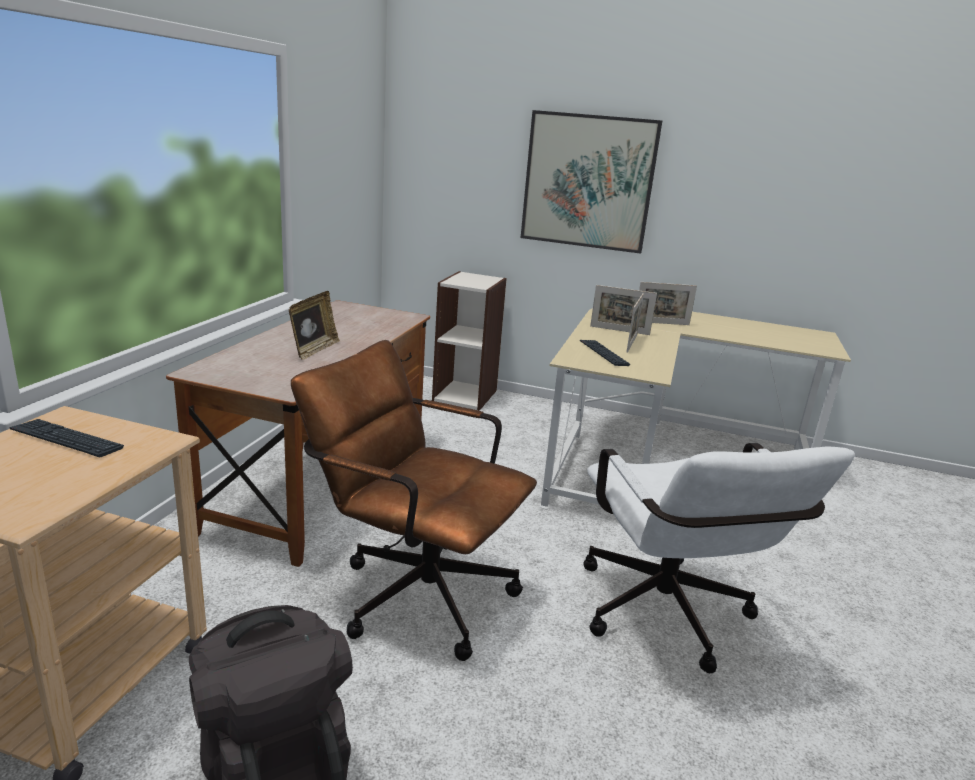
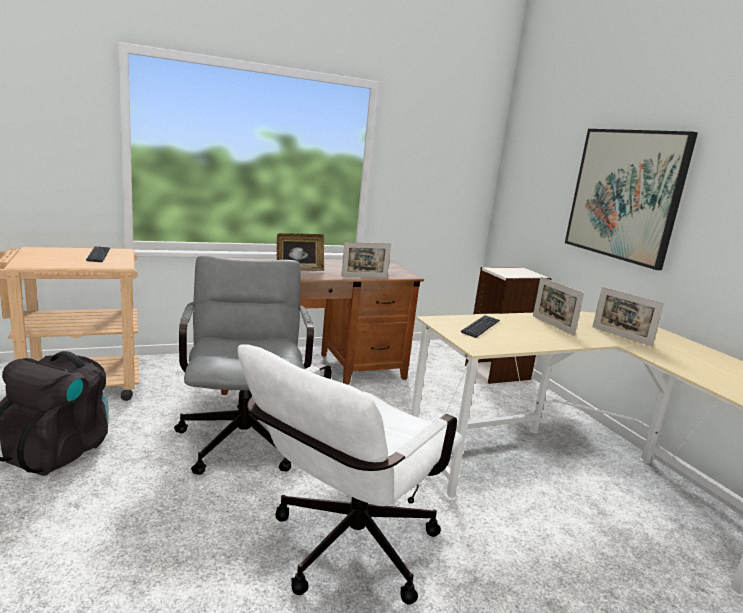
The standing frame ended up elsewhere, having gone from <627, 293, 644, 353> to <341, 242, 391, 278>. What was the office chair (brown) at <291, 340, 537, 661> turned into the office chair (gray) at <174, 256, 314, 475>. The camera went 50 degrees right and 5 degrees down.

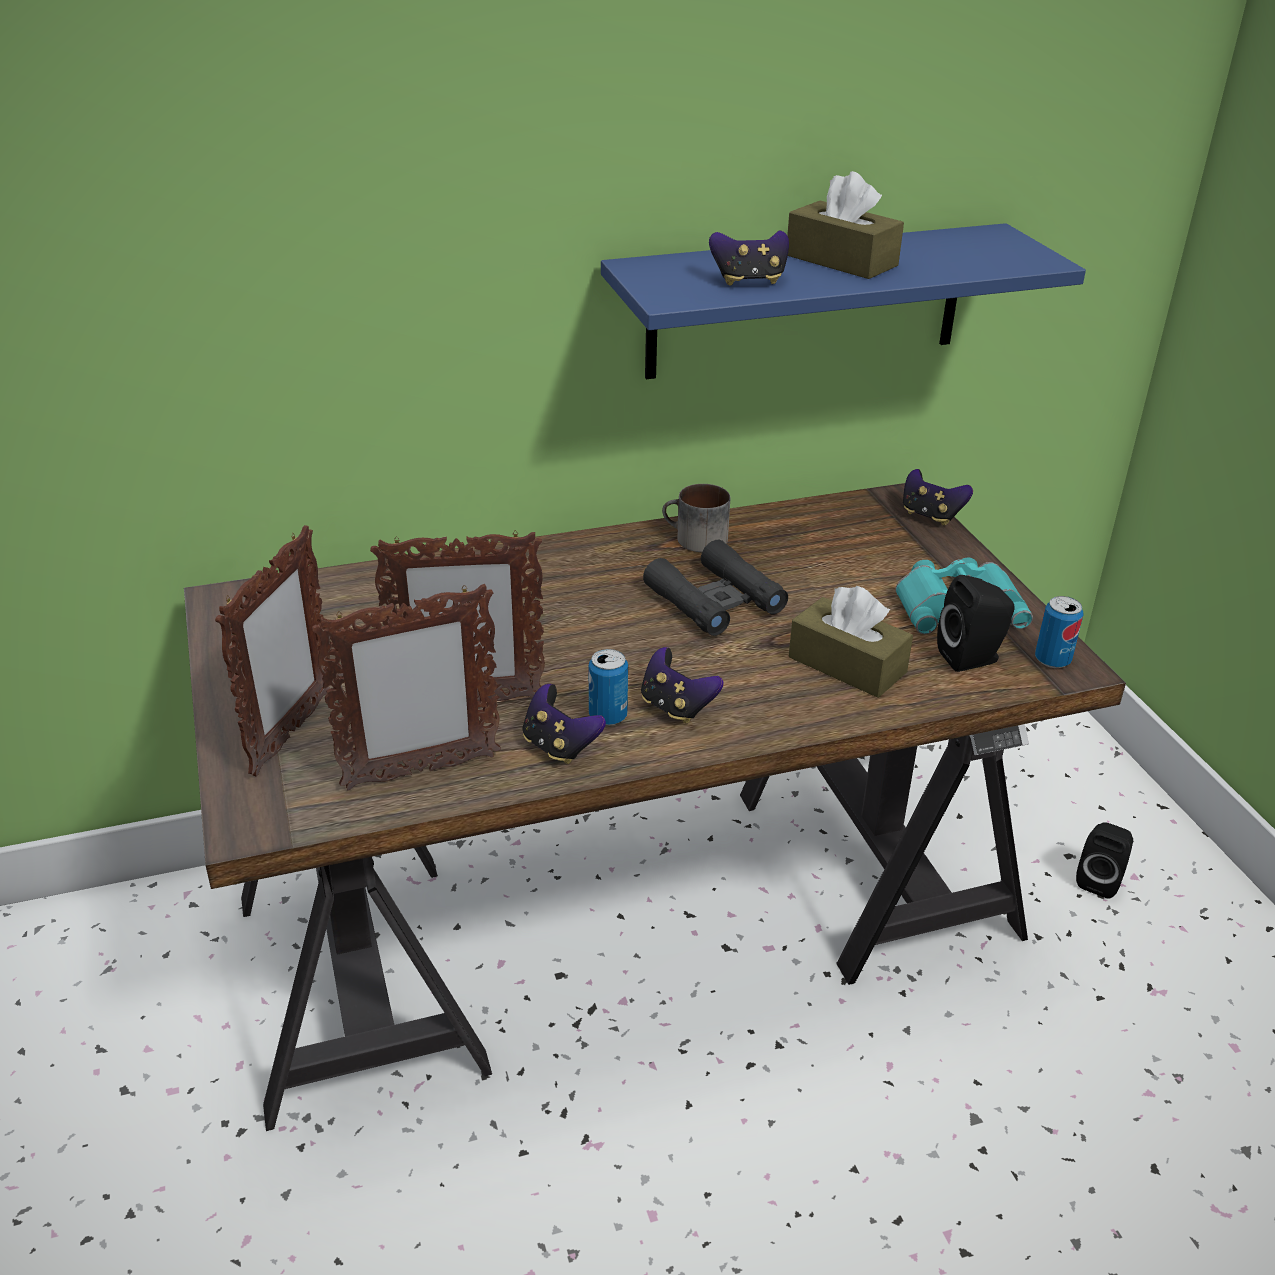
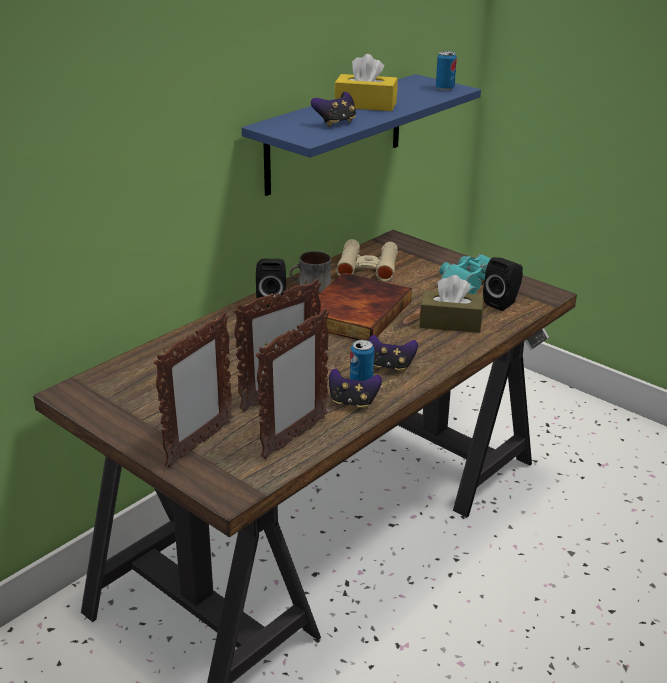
The second view lost the game controller at <903, 469, 973, 525>. The second view gained the pair of binoculars (beige) at <336, 239, 398, 282>. The can ended up elsewhere, having gone from <1035, 596, 1083, 668> to <436, 51, 457, 90>. The loudspeaker (black) ended up elsewhere, having gone from <1076, 822, 1133, 898> to <256, 259, 286, 309>. Where the pair of binoculars (black) stood at <643, 540, 788, 636>, the volume came to stand at <311, 273, 412, 341>. What was the box of tissues (brown) at <787, 171, 904, 279> turned into the box of tissues (yellow-coloured) at <334, 54, 398, 111>. The standing frame at <215, 525, 331, 777> ended up facing another way, 45 degrees clockwise from before. The camera went 30 degrees left and 5 degrees down.

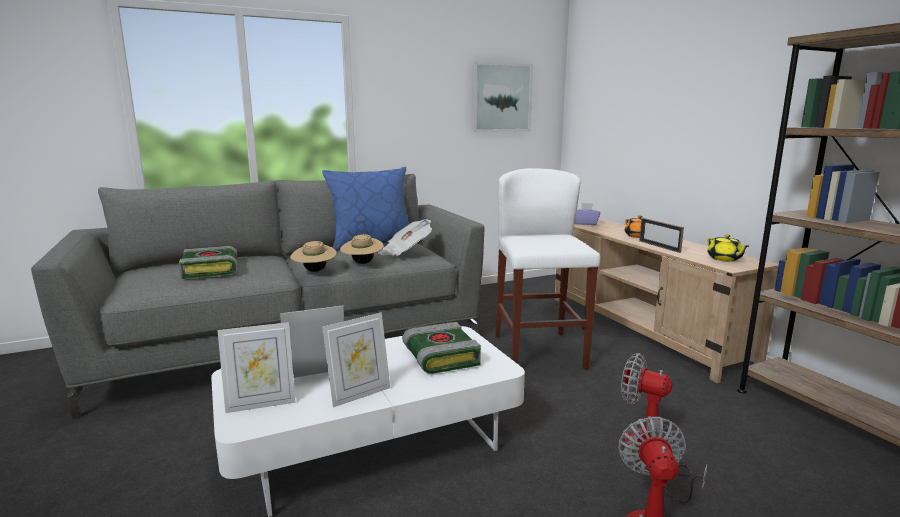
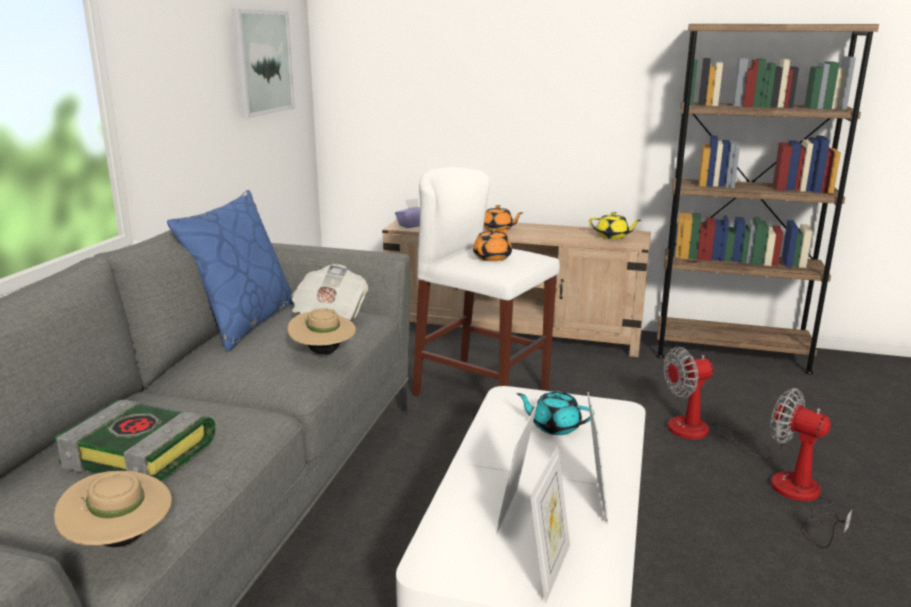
The second view lost the standing frame at <639, 218, 684, 253>. The second view gained the tea pot (orange) at <473, 228, 512, 261>. The hat (beige) ended up elsewhere, having gone from <290, 241, 337, 272> to <54, 471, 172, 547>. Where the volume stood at <402, 322, 481, 374>, the tea pot (blue-green) came to stand at <517, 391, 595, 435>. The camera went 50 degrees left and 5 degrees up.

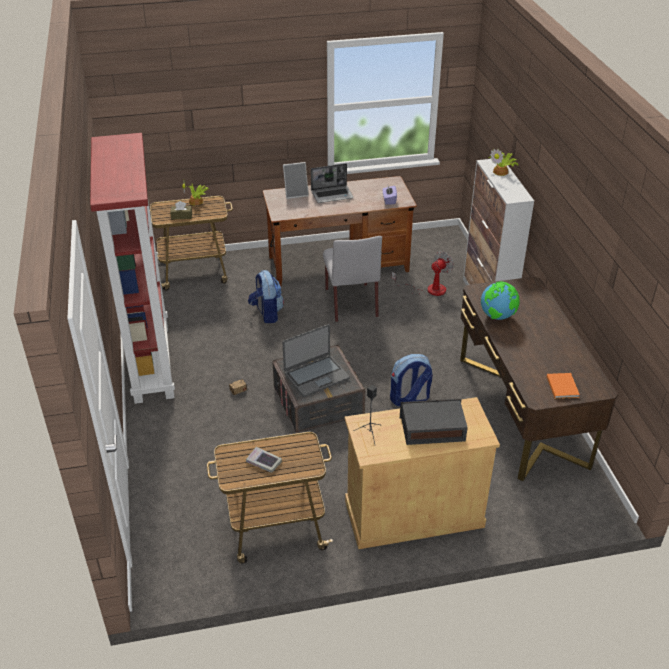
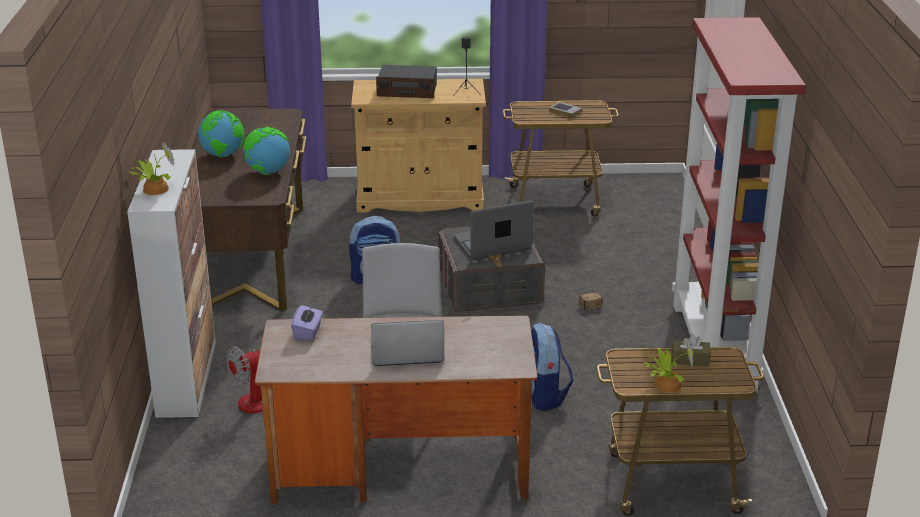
The second view lost the standing frame at <283, 162, 309, 199>. The second view lost the volume (orange) at <547, 373, 580, 399>. The second view gained the world globe at <198, 110, 244, 157>. The camera went 170 degrees left and 10 degrees down.

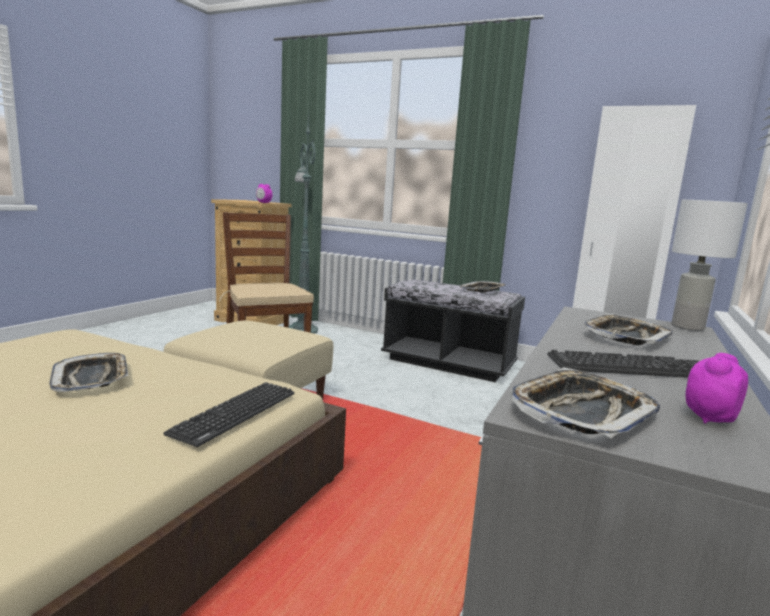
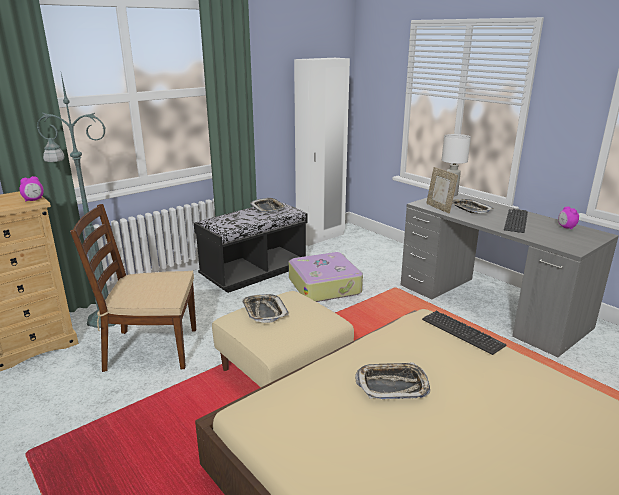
The second view gained the suitcase at <289, 252, 363, 302>. The second view gained the standing frame at <426, 167, 458, 214>. The tray ended up elsewhere, having gone from <511, 367, 660, 438> to <242, 294, 289, 323>. The camera went 65 degrees left and 10 degrees up.

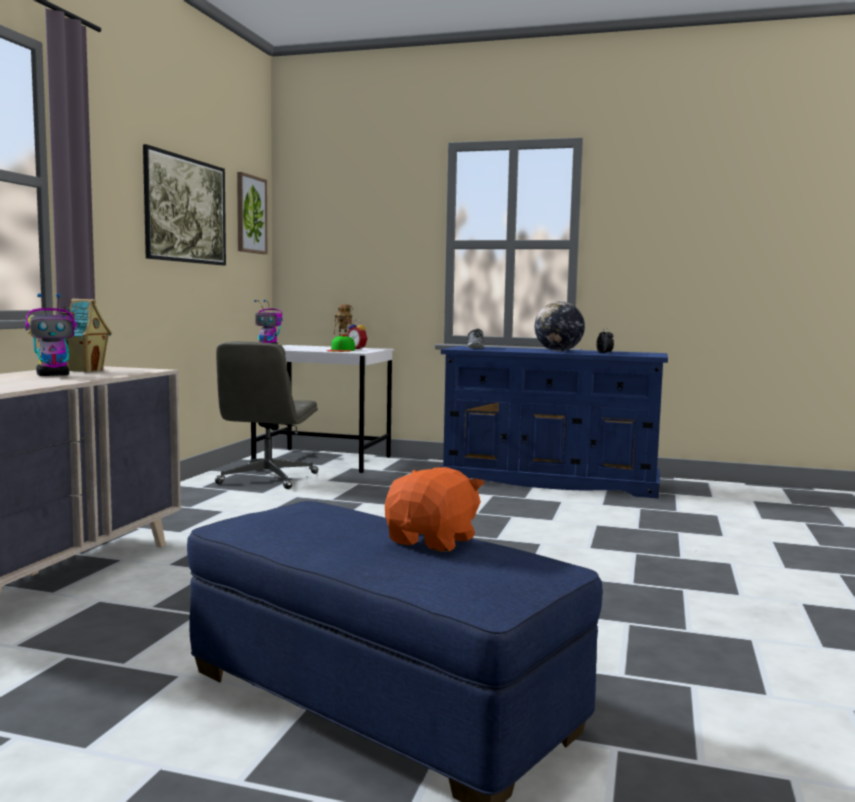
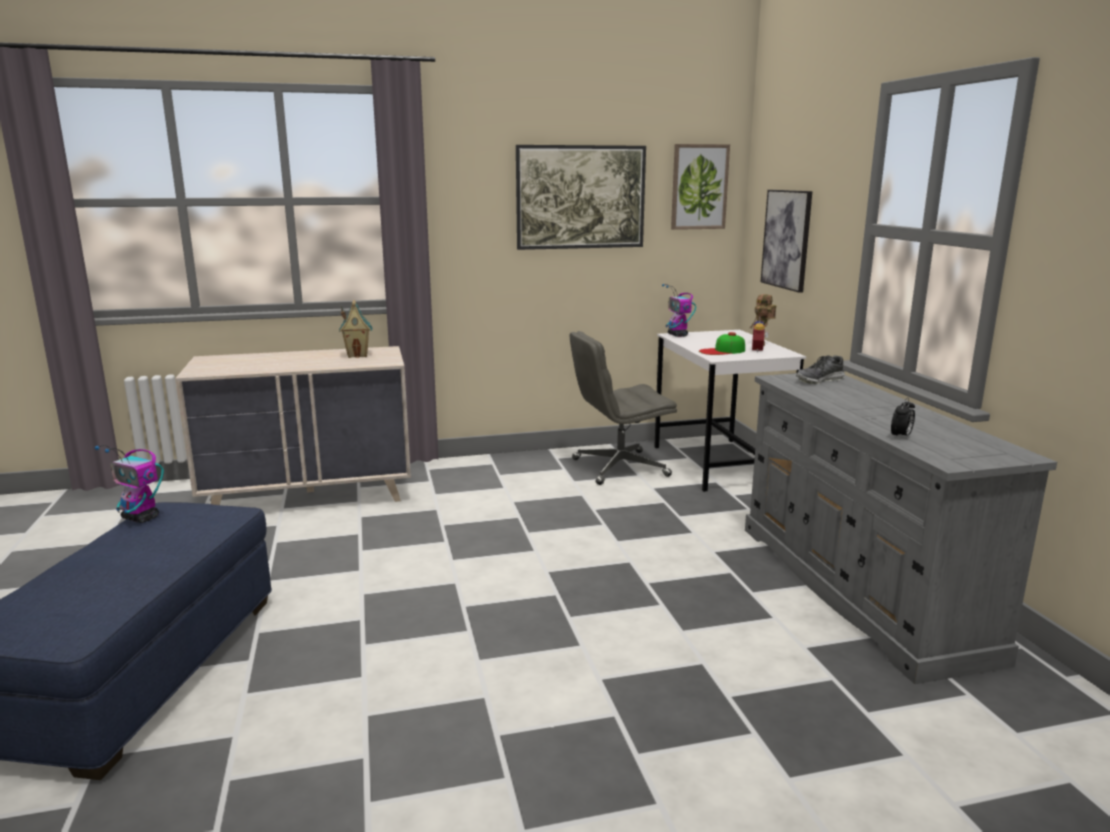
The second view lost the plush toy (orange) at <385, 467, 484, 552>. The second view lost the world globe at <535, 301, 585, 351>. The second view gained the wall art at <761, 190, 812, 293>. The robot figure ended up elsewhere, having gone from <25, 293, 77, 376> to <95, 445, 164, 523>. What was the drawer chest (blue-coloured) at <440, 346, 668, 499> turned into the drawer chest (gray) at <745, 373, 1057, 684>. The camera went 60 degrees right and 10 degrees up.

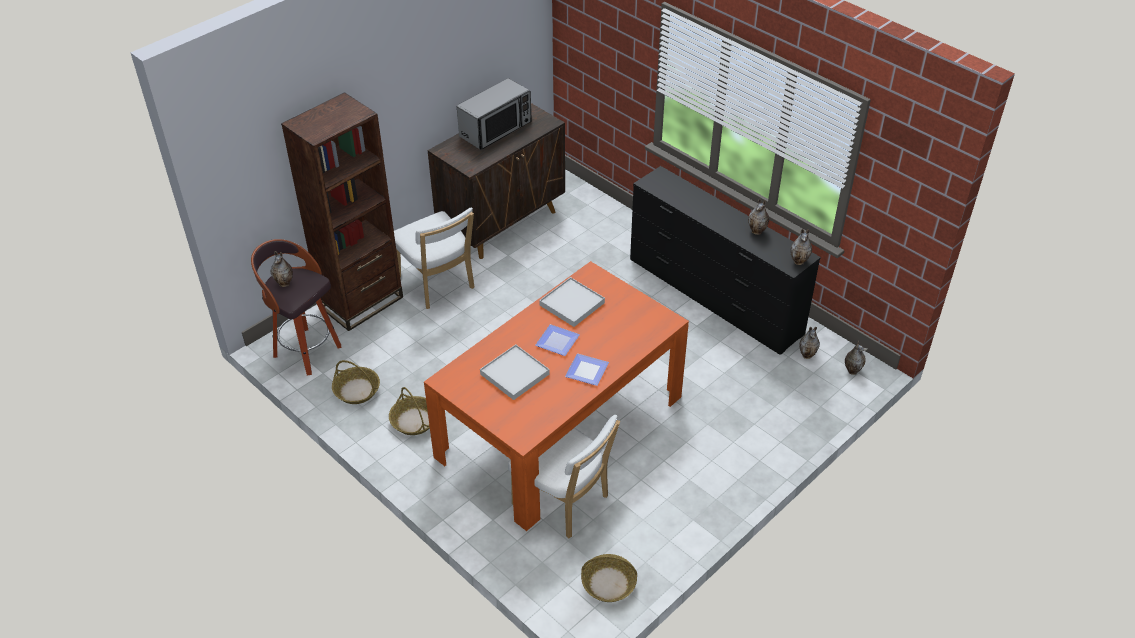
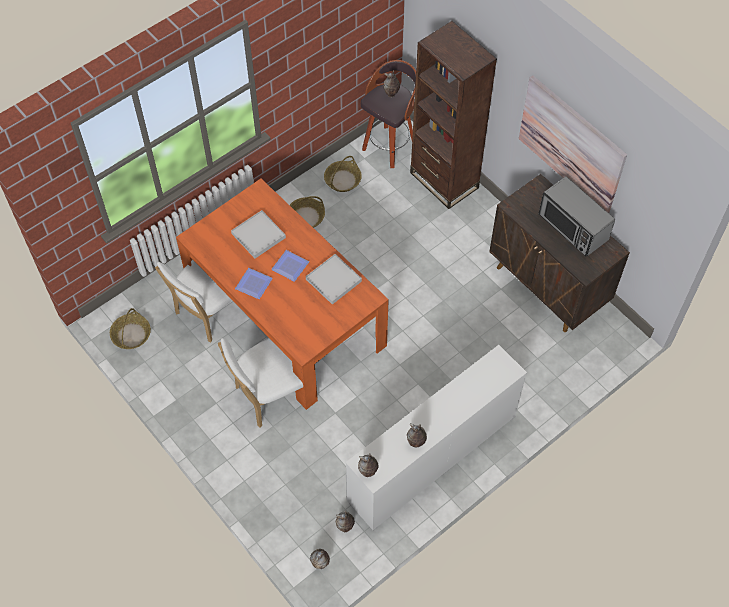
The second view gained the wall art at <519, 75, 627, 213>. The plain chair (white-coloured) ended up elsewhere, having gone from <394, 207, 474, 309> to <218, 338, 303, 428>. What was the drawer chest (black) at <630, 166, 821, 355> turned into the drawer chest (white-coloured) at <345, 345, 527, 530>. The camera went 95 degrees right and 15 degrees up.

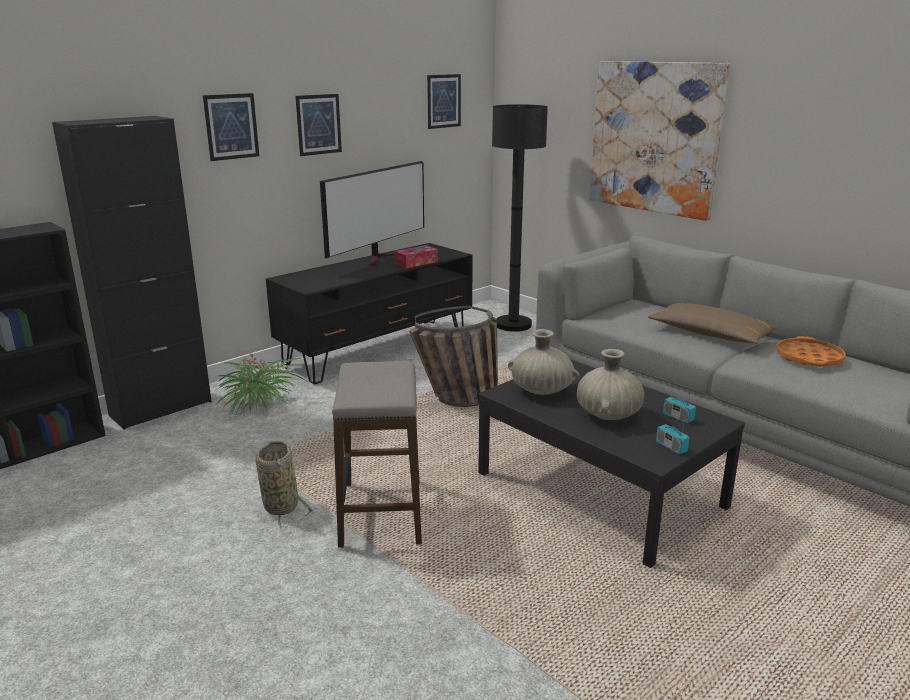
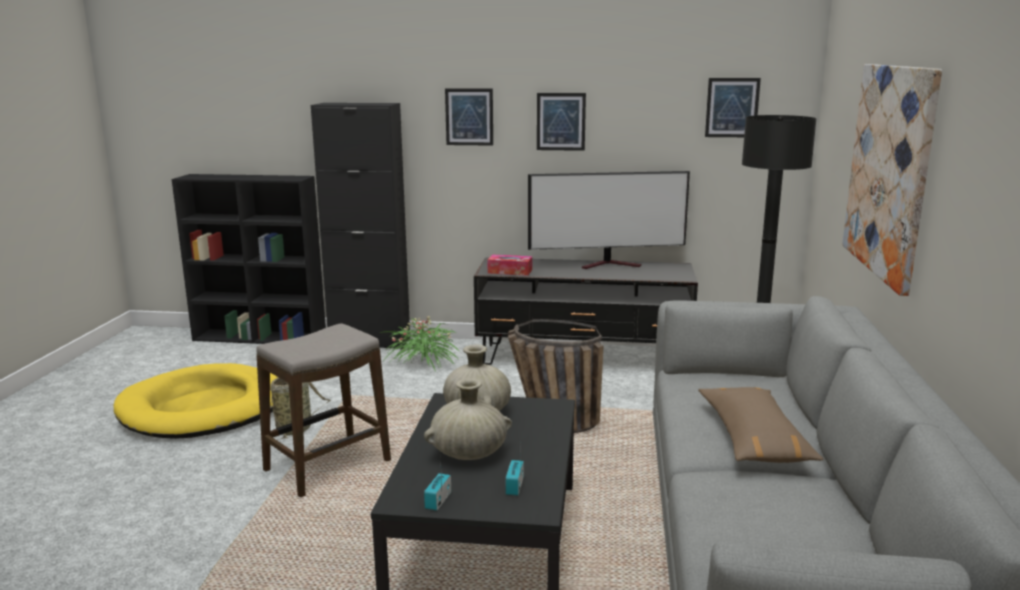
The second view lost the tray (orange) at <776, 336, 846, 367>. The second view gained the pet bed (yellow-coloured) at <113, 363, 278, 439>. The box of tissues ended up elsewhere, having gone from <394, 245, 438, 268> to <488, 254, 532, 276>. The camera went 50 degrees right and 5 degrees down.

